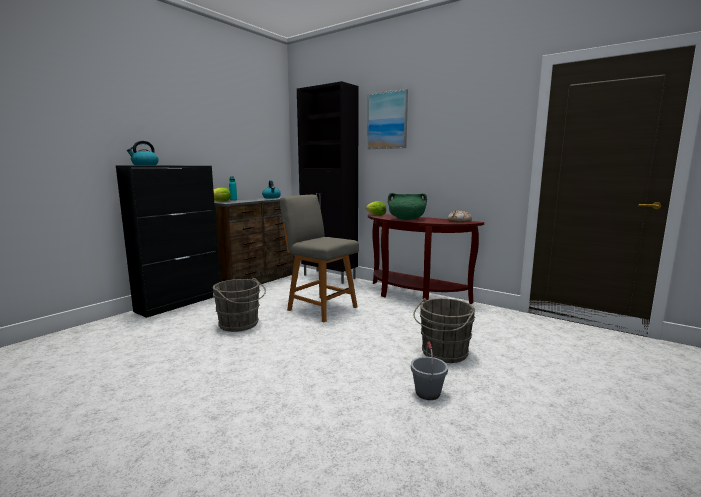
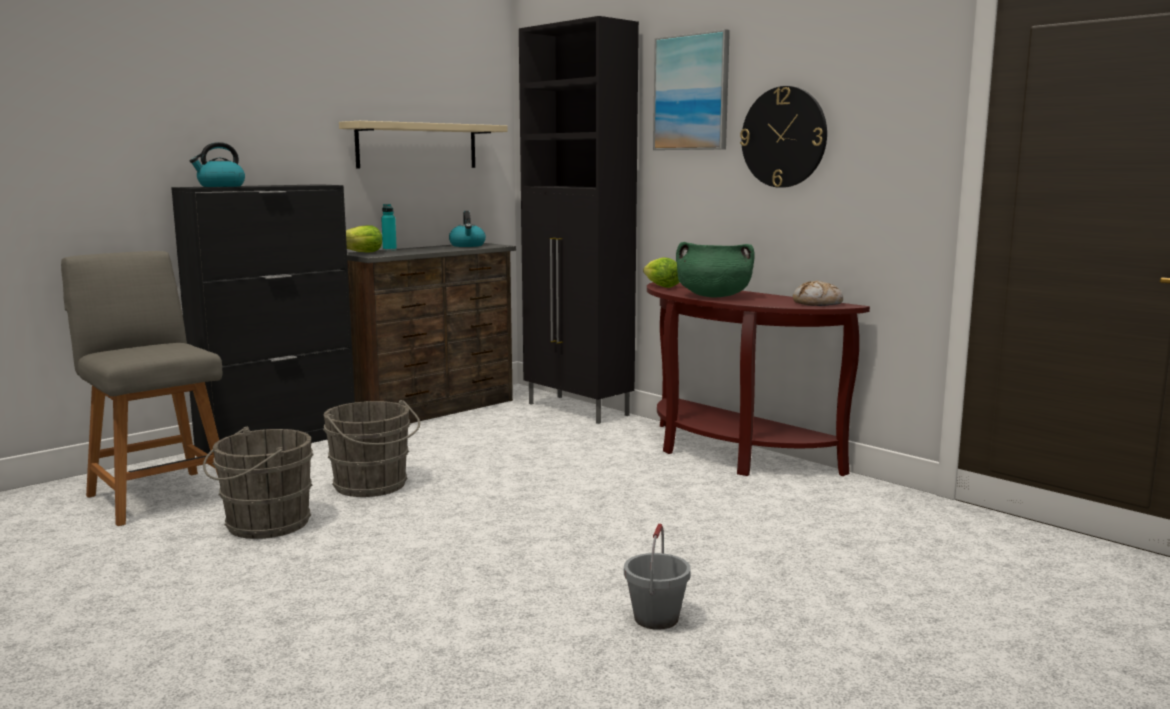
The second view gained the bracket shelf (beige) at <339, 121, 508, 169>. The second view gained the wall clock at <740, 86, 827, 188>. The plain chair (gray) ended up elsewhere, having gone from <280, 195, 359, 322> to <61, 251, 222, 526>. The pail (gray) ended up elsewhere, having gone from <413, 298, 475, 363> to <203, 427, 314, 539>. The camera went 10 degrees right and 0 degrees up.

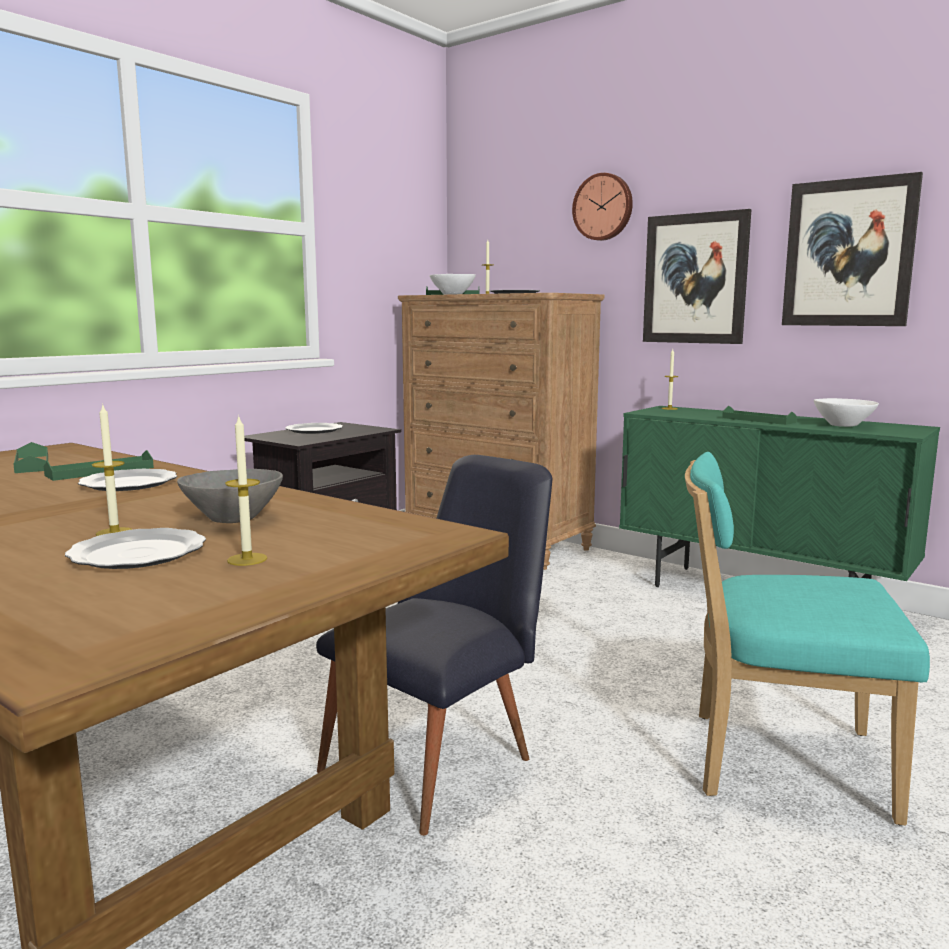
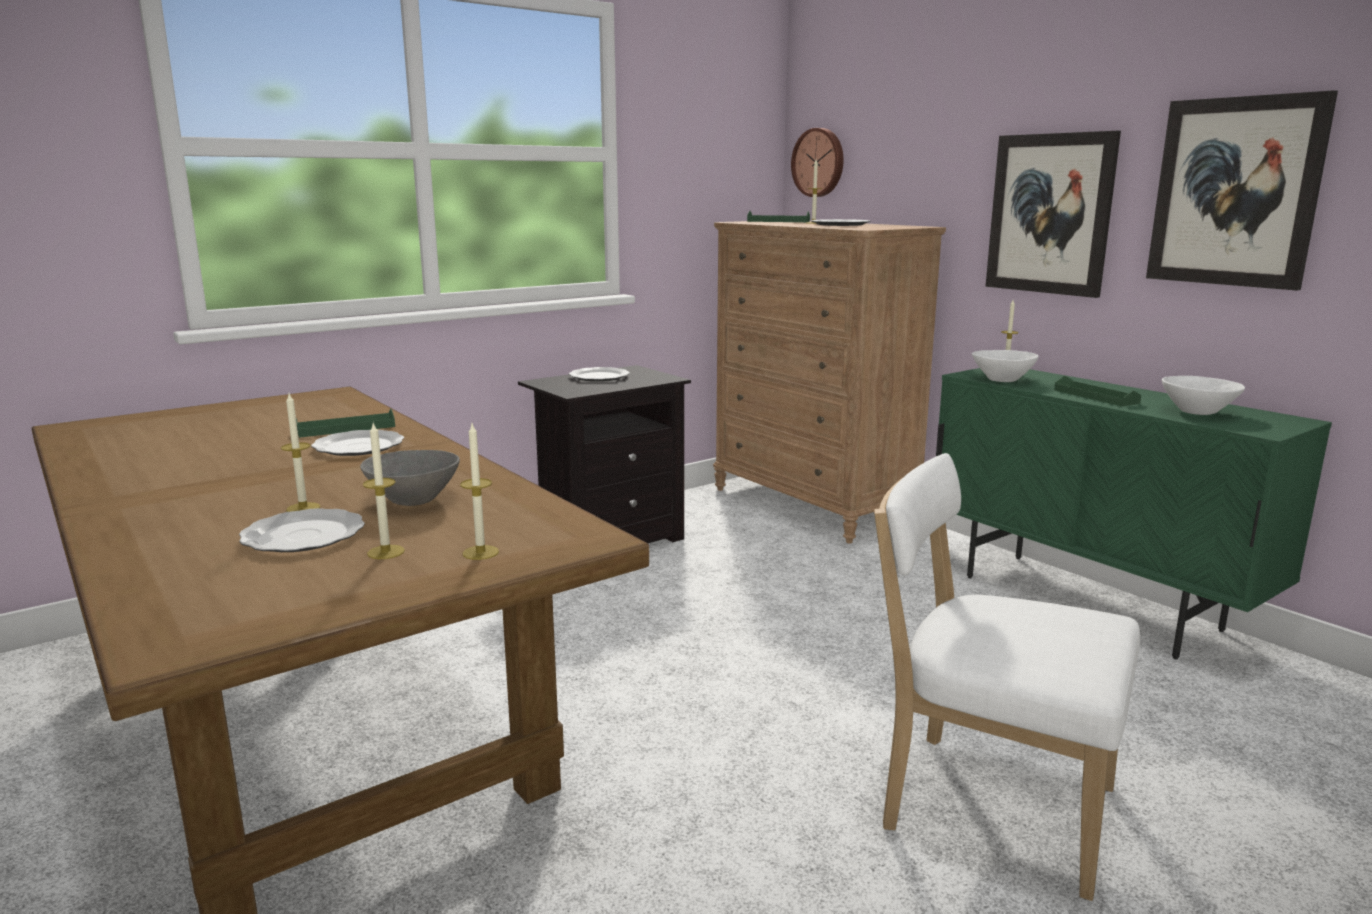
The second view lost the tray (greenish) at <13, 442, 48, 473>. The second view lost the plain chair (black) at <316, 455, 553, 836>. The second view gained the wax candle at <460, 424, 499, 560>. The serving bowl (white-coloured) ended up elsewhere, having gone from <429, 274, 476, 295> to <972, 350, 1039, 382>. The wall clock ended up elsewhere, having gone from <572, 173, 633, 241> to <791, 128, 844, 197>. What was the plain chair (blue-green) at <685, 452, 930, 826> turned into the plain chair (white-coloured) at <874, 453, 1140, 901>. The camera went 15 degrees right and 5 degrees up.

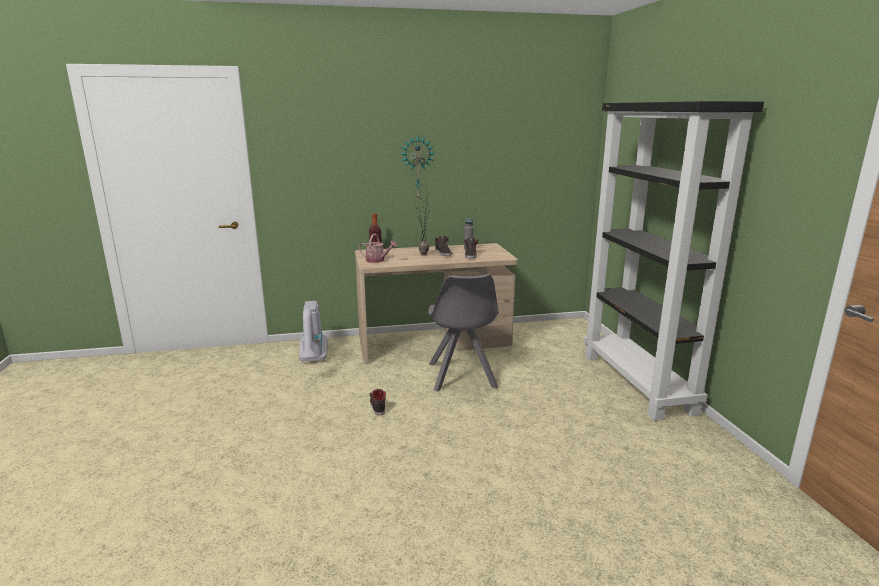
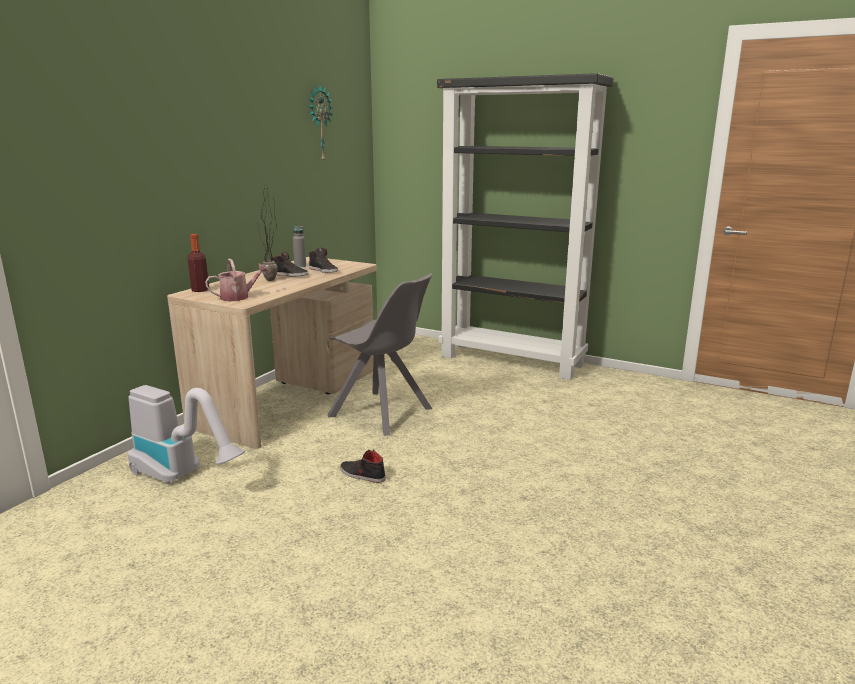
The wall clock ended up elsewhere, having gone from <401, 136, 435, 200> to <308, 85, 334, 162>. The camera went 50 degrees left and 0 degrees up.

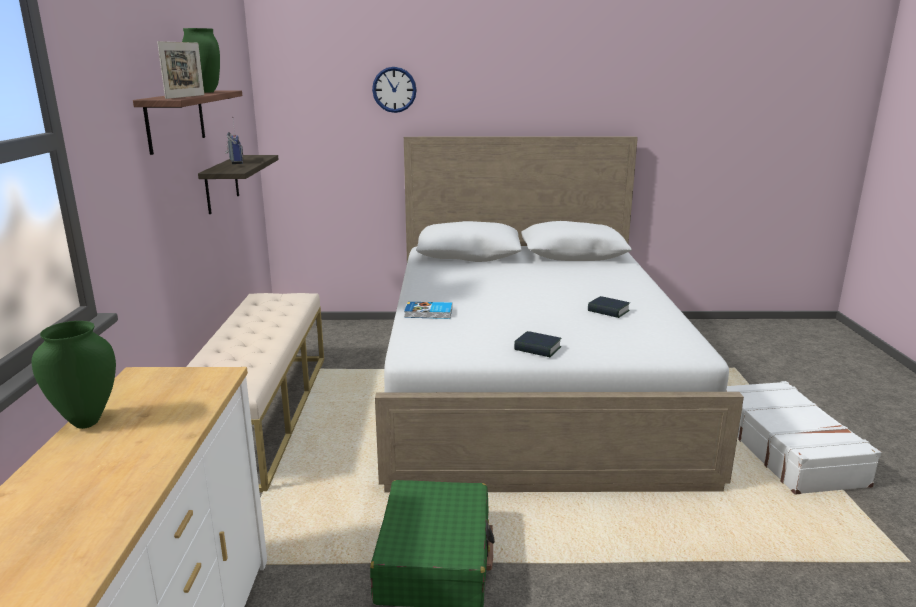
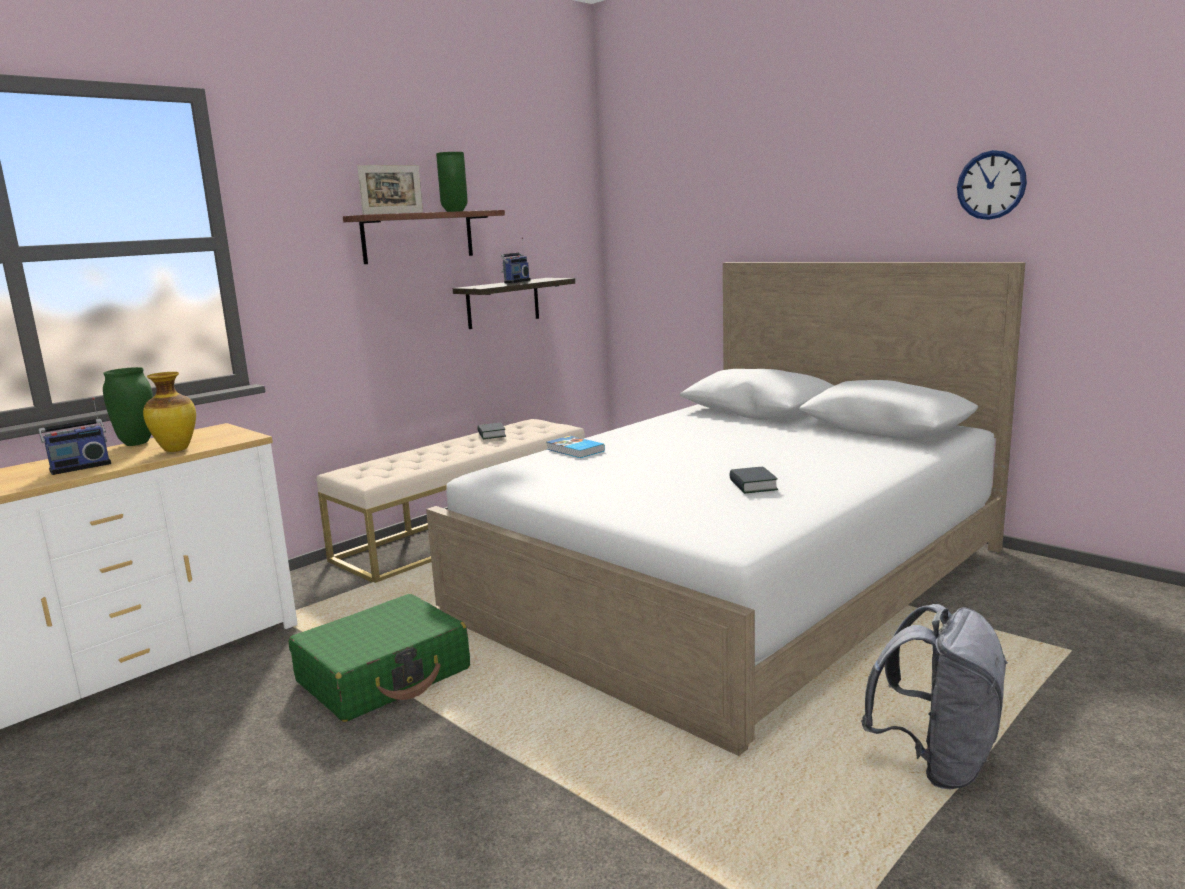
The second view gained the radio receiver at <39, 397, 111, 475>. The second view gained the flower vase at <143, 372, 196, 452>. The wall clock ended up elsewhere, having gone from <372, 67, 416, 113> to <957, 150, 1027, 220>. The volume ended up elsewhere, having gone from <514, 331, 562, 357> to <477, 423, 506, 439>. Where the suitcase (white-coloured) stood at <726, 381, 882, 495>, the backpack (gray) came to stand at <861, 604, 1008, 789>. The camera went 45 degrees right and 5 degrees down.

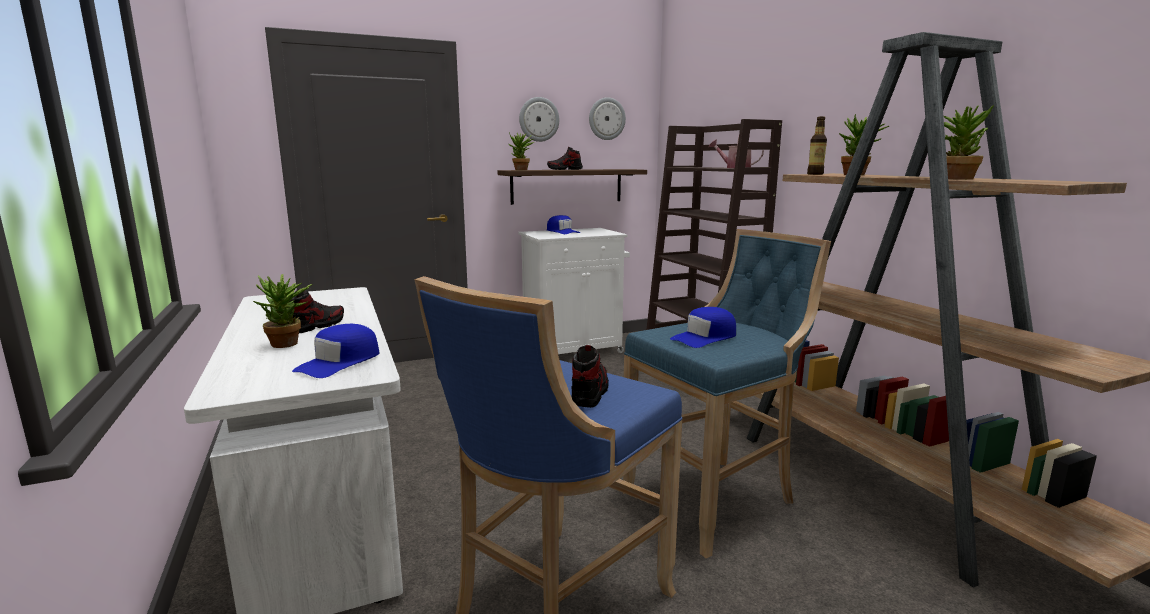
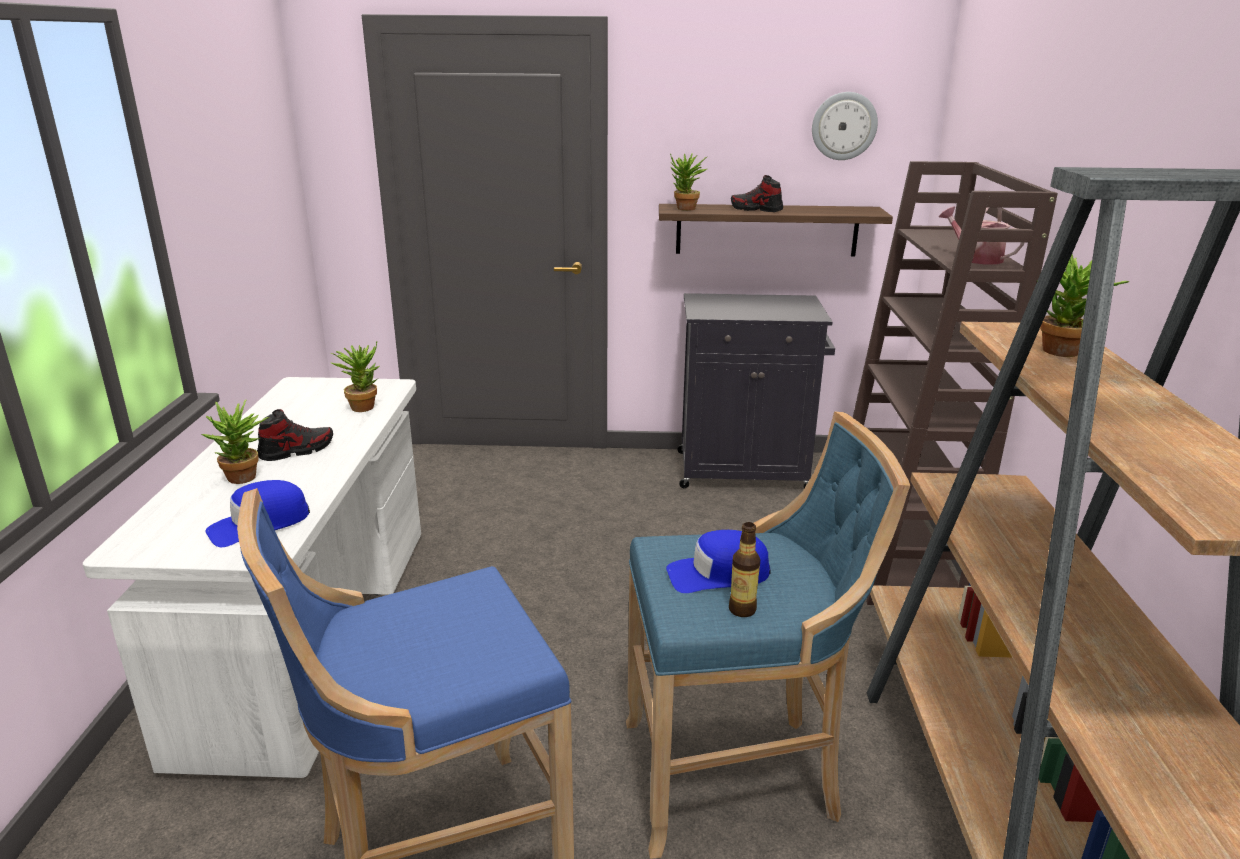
The second view lost the wall clock at <519, 97, 559, 142>. The second view lost the baseball cap (blue-coloured) at <547, 215, 580, 234>. The second view lost the low shoe at <571, 345, 609, 408>. The drink bottle ended up elsewhere, having gone from <807, 116, 827, 175> to <729, 522, 760, 617>. The plant in a pot ended up elsewhere, having gone from <943, 105, 994, 179> to <331, 342, 379, 412>. What was the cabinet (white-coloured) at <518, 228, 630, 354> turned into the cabinet (black) at <677, 293, 835, 488>. The camera went 25 degrees right and 10 degrees up.

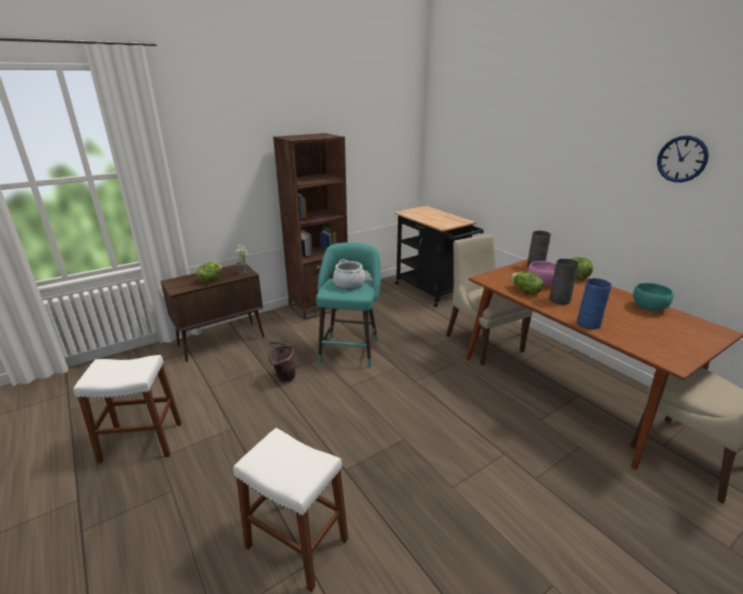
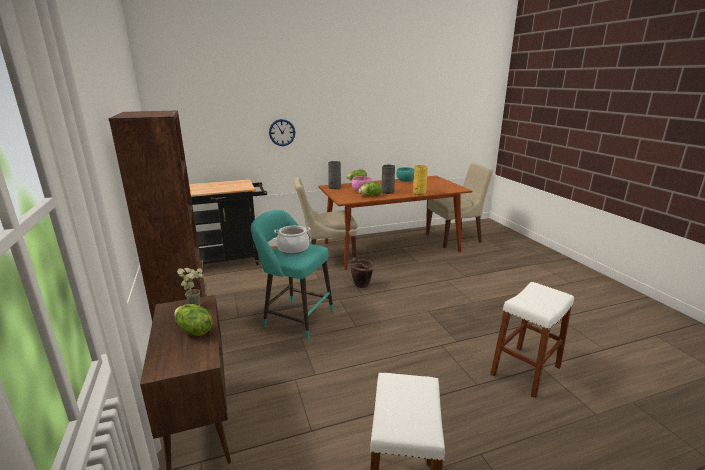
The pail (brown) ended up elsewhere, having gone from <268, 342, 295, 383> to <347, 258, 374, 288>. The wall clock ended up elsewhere, having gone from <657, 135, 709, 182> to <269, 119, 295, 146>. What was the flower vase (blue-coloured) at <577, 278, 611, 330> turned into the flower vase (yellow-coloured) at <413, 165, 428, 195>. The camera went 75 degrees left and 5 degrees down.

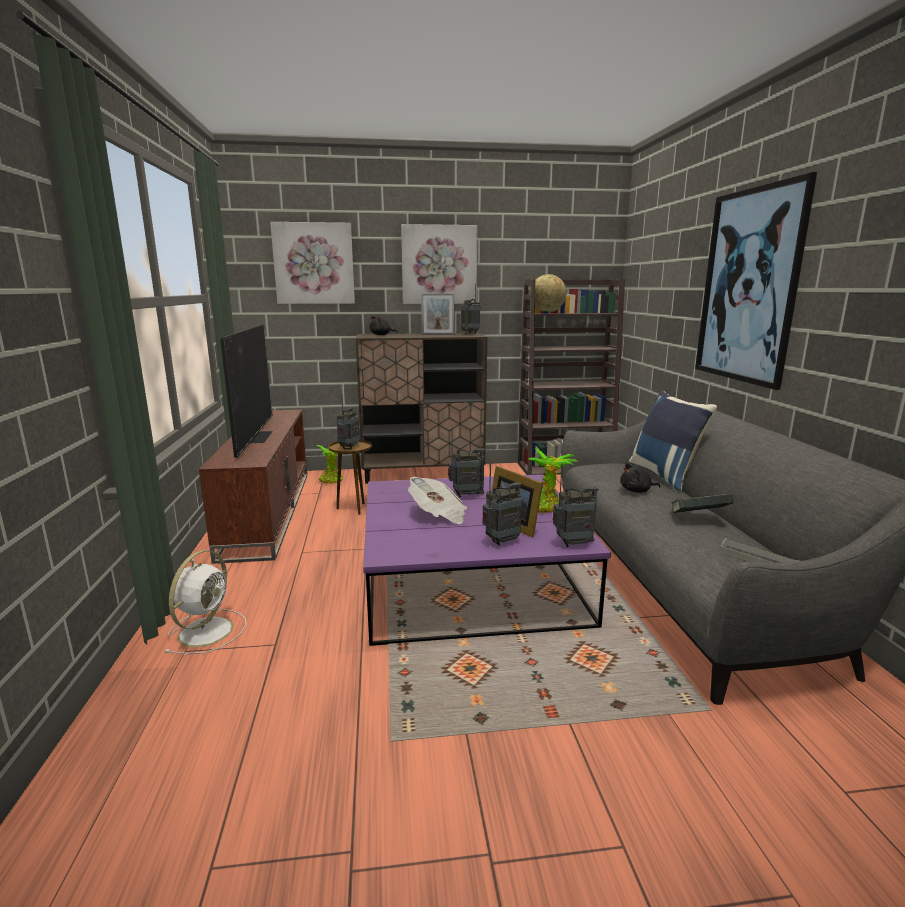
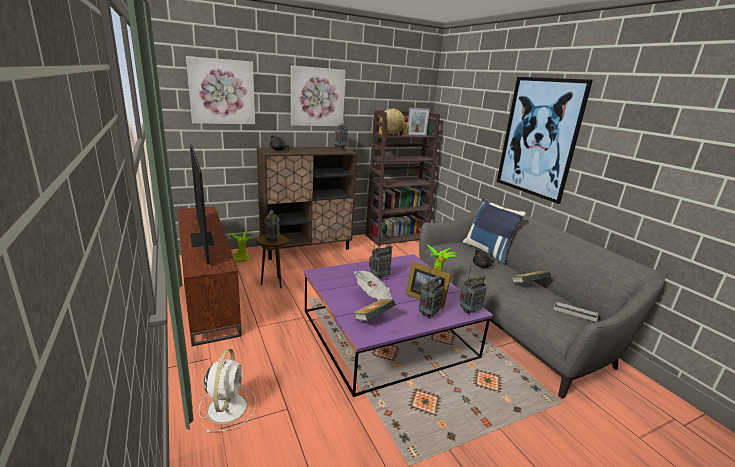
The second view gained the volume at <354, 299, 396, 321>. The standing frame ended up elsewhere, having gone from <421, 293, 454, 335> to <407, 108, 430, 136>. The camera went 20 degrees left and 5 degrees up.

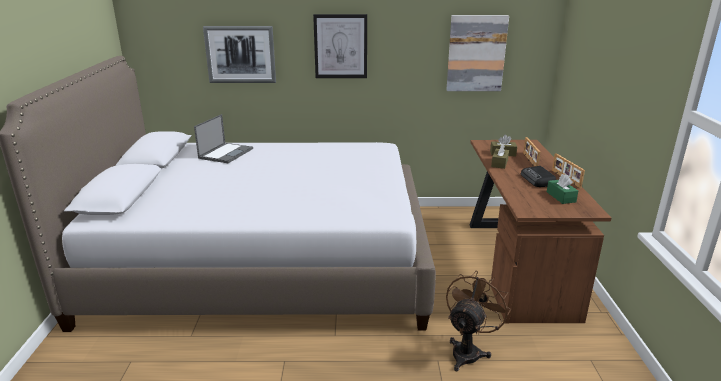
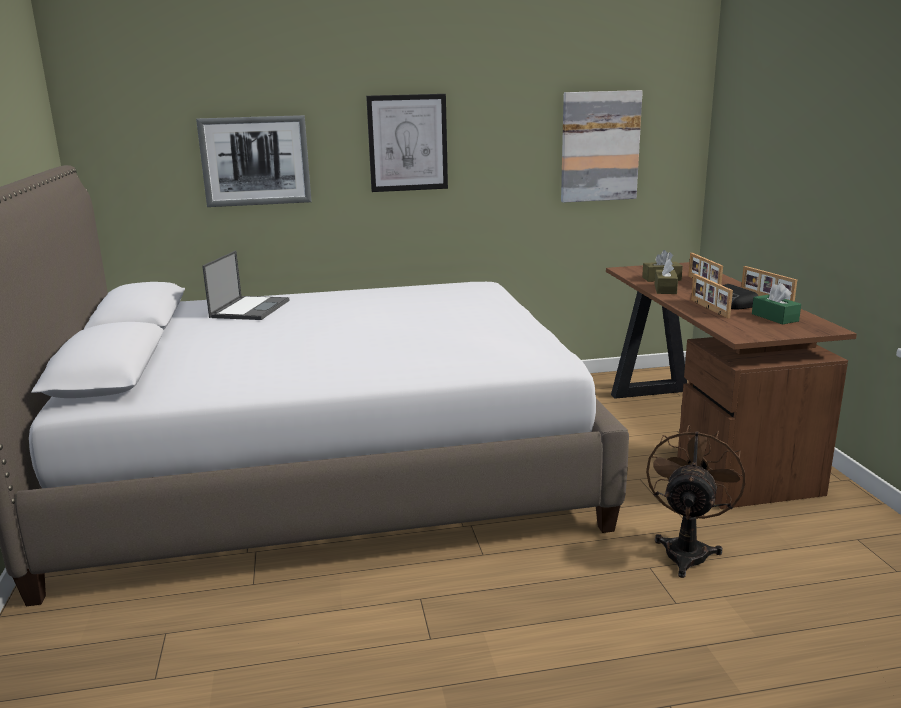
The second view gained the standing frame at <691, 274, 733, 318>. The camera went 10 degrees left and 5 degrees down.

